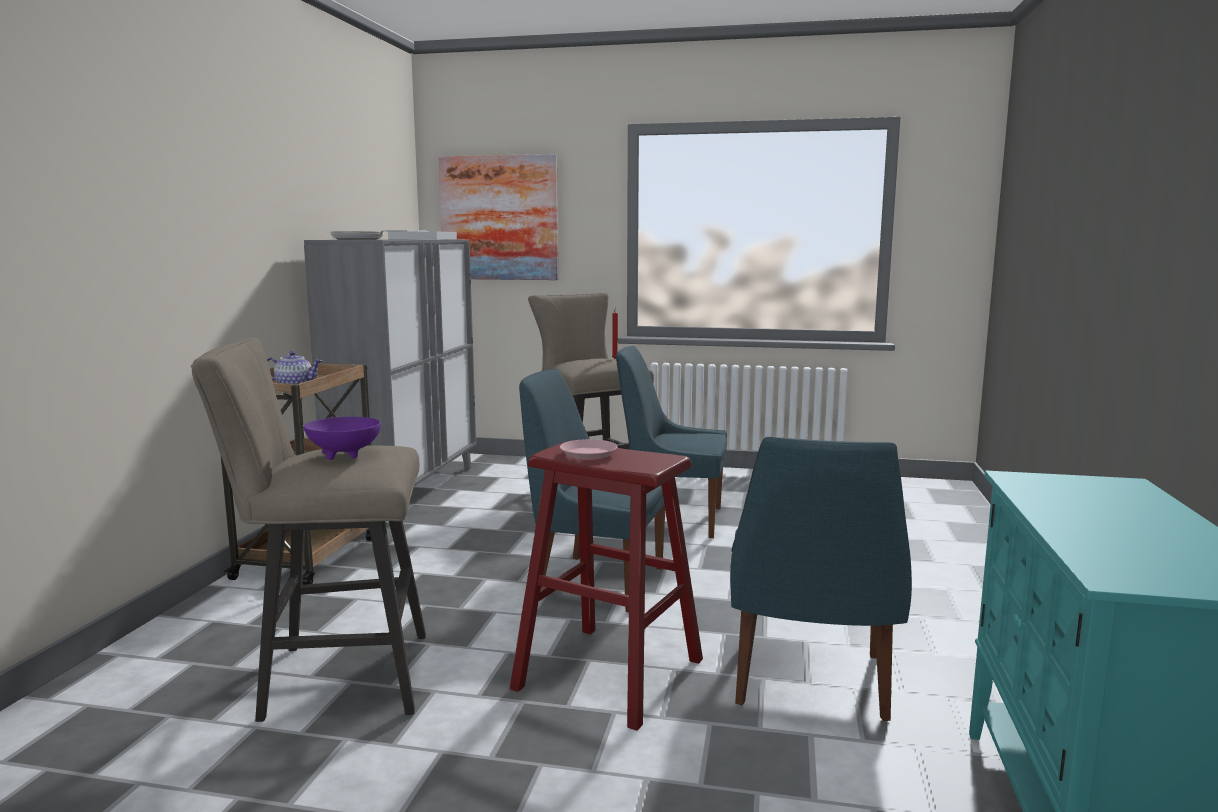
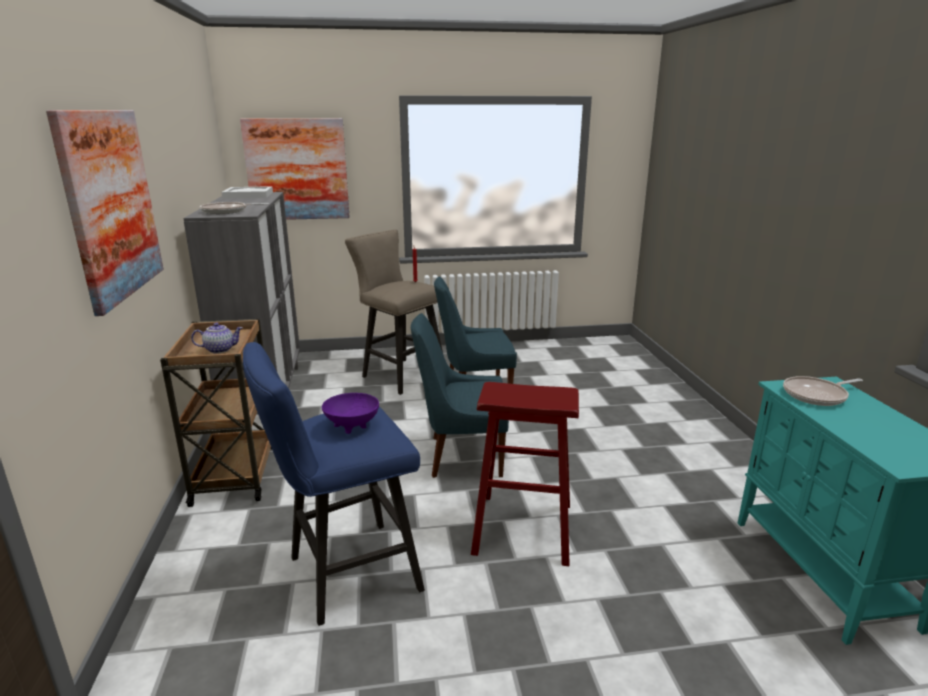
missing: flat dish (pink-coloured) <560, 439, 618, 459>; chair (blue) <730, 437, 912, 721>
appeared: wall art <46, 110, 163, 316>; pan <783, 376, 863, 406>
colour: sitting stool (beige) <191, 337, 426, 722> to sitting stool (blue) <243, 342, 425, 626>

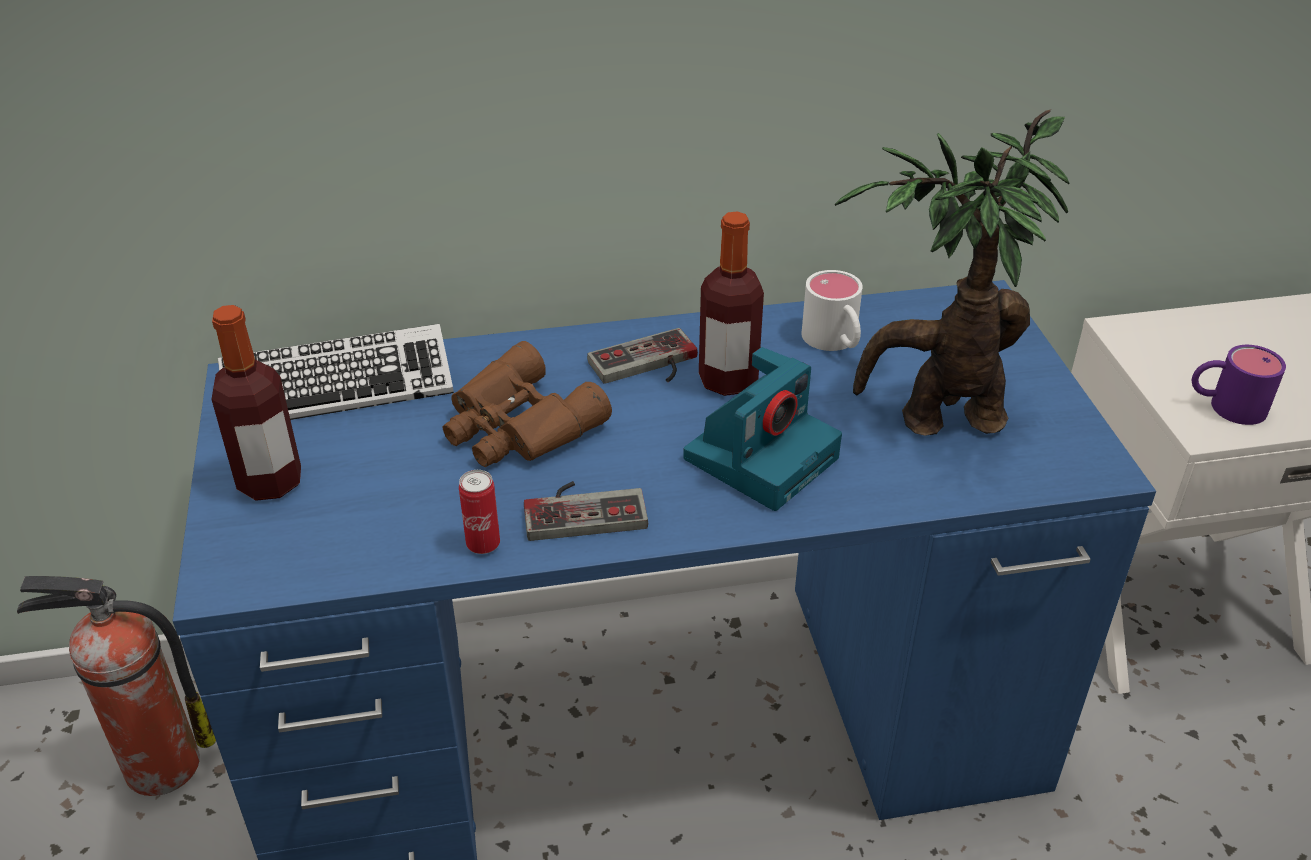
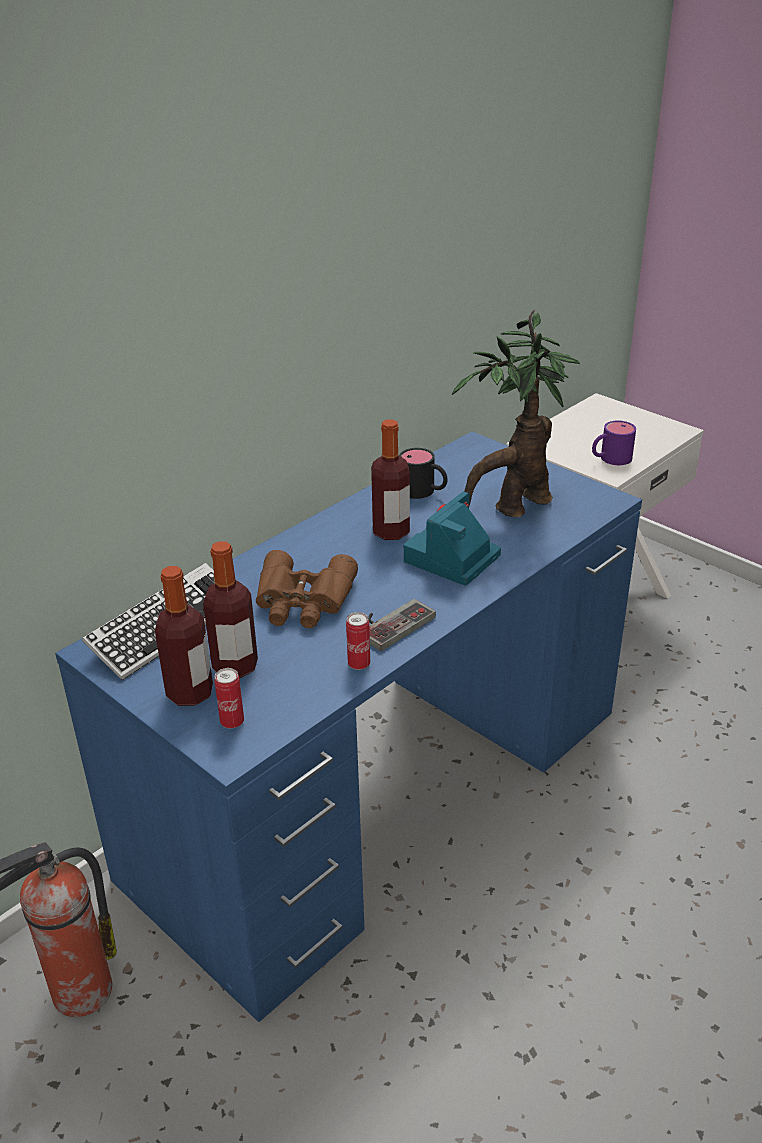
missing: game controller <587, 328, 698, 384>
appeared: beverage bottle <203, 541, 258, 679>; sealed can <214, 668, 244, 729>
colour: coffee mug (white-coloured) <802, 270, 863, 351> to coffee mug (black-coloured) <399, 448, 448, 499>
spun: still camera <683, 347, 842, 511> = <404, 491, 501, 586> 150 degrees counterclockwise

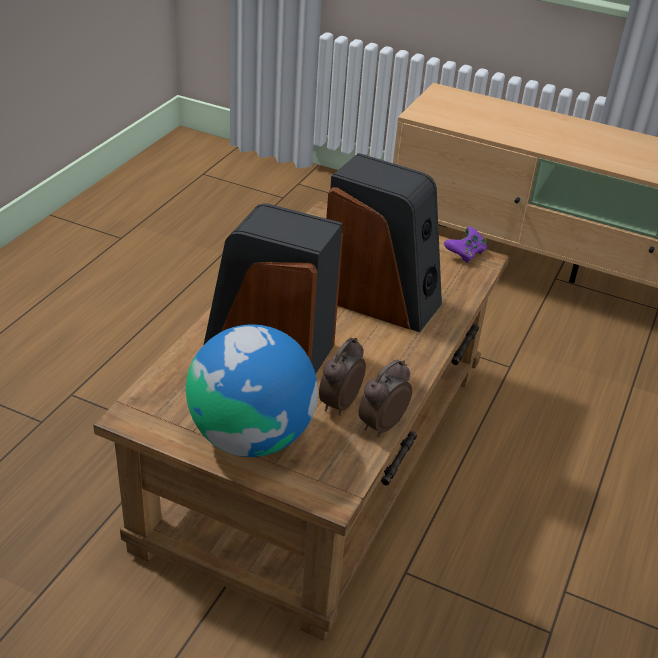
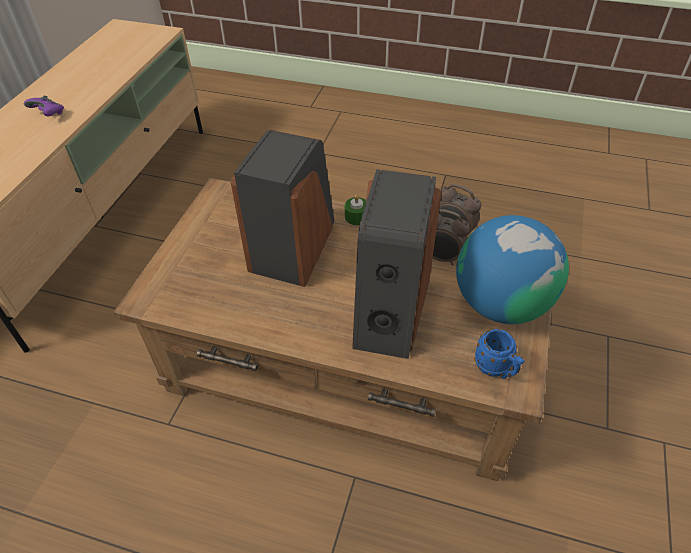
appeared: candle (greenish) <345, 195, 366, 225>; coffee mug (blue) <474, 329, 524, 379>
relocated: game controller (purple-coloured) <444, 227, 487, 263> to <24, 96, 64, 116>

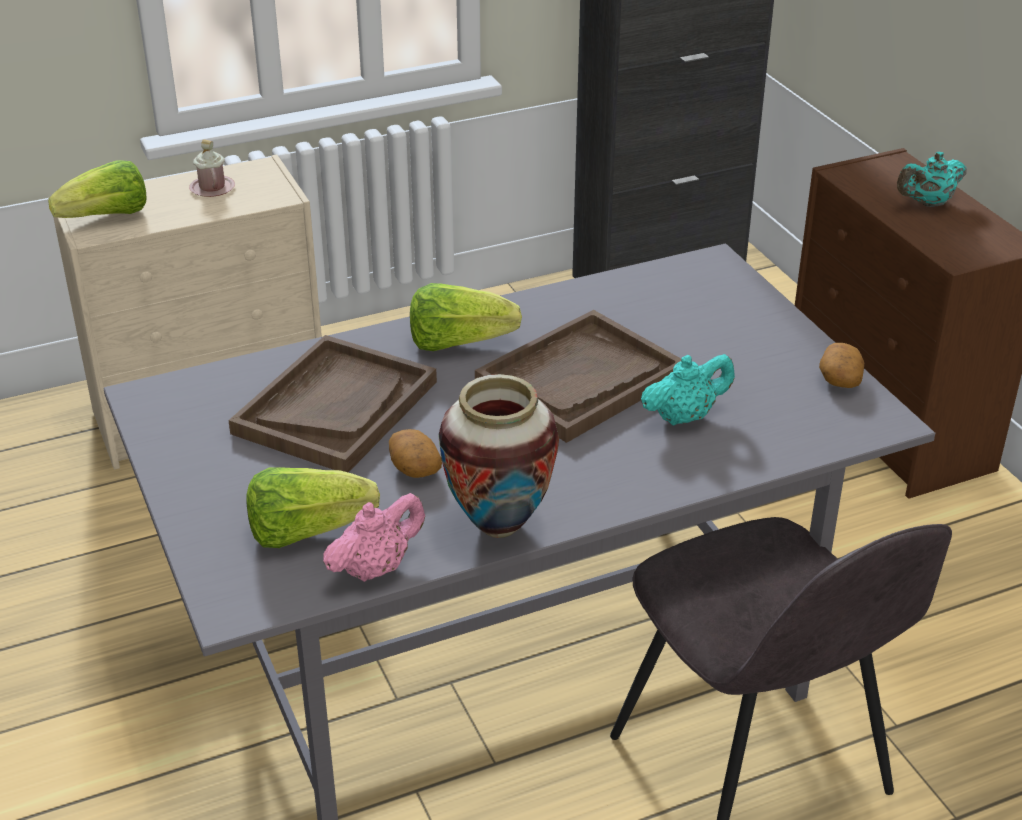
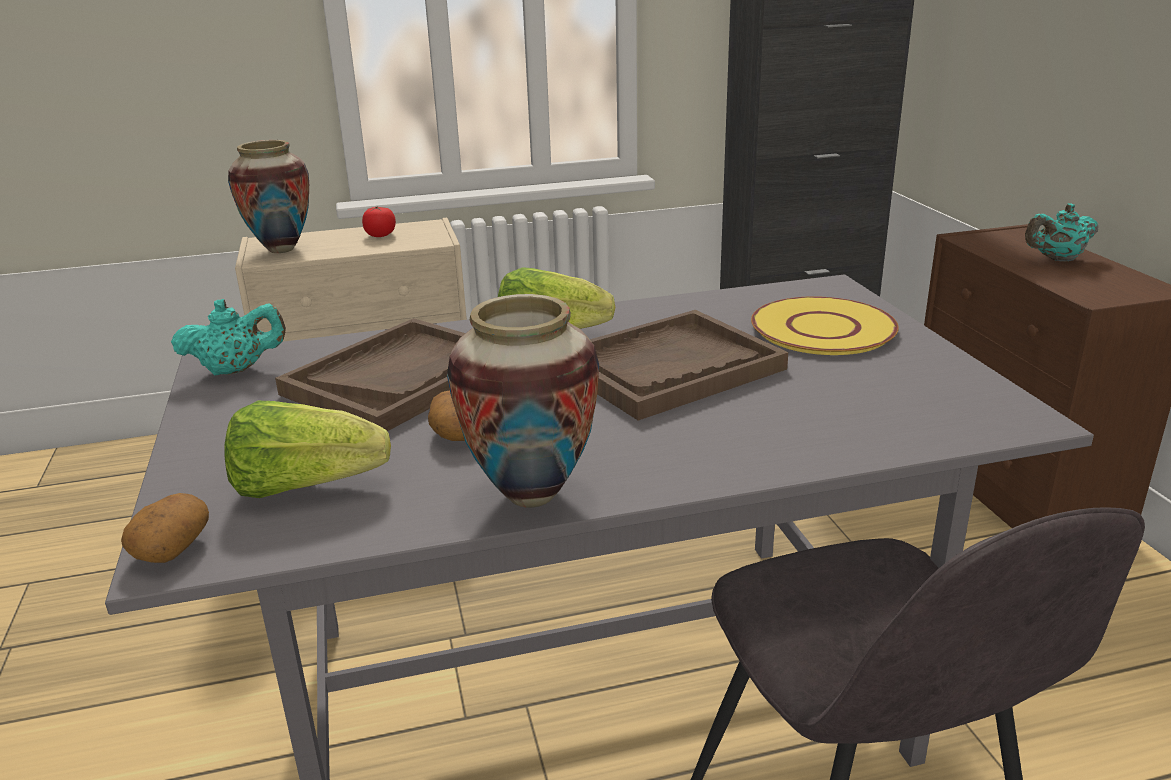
missing: teapot (pink-coloured) <323, 493, 425, 582>
appeared: flat dish (yellowish) <751, 296, 899, 355>
relocated: teapot (blue-green) <641, 354, 735, 426> to <171, 299, 286, 376>; potato <819, 343, 864, 388> to <121, 493, 209, 563>
exchanged: head of lettuce <48, 160, 147, 218> to vase <228, 140, 309, 253>; coffee mug (pink-coloured) <189, 139, 235, 197> to fresh tomato <362, 206, 396, 237>

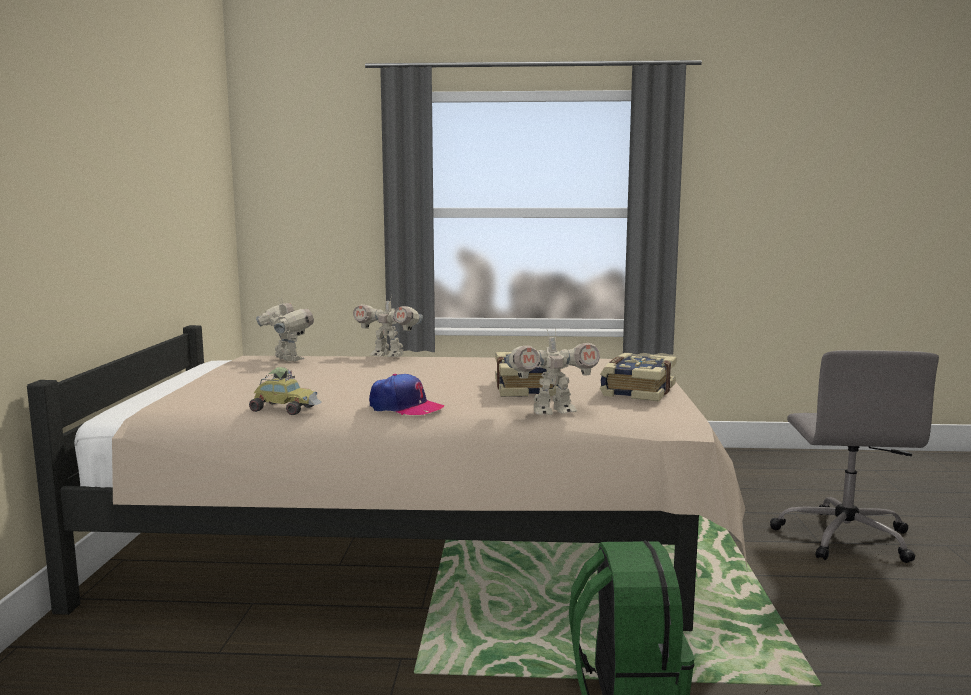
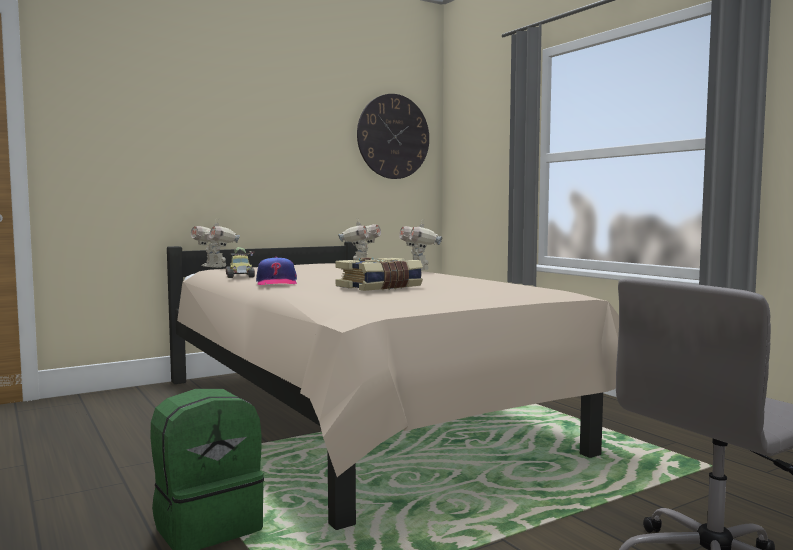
missing: bound book <600, 353, 677, 401>
appeared: wall clock <357, 94, 429, 179>
relocated: model robot <506, 329, 600, 415> to <191, 220, 240, 268>

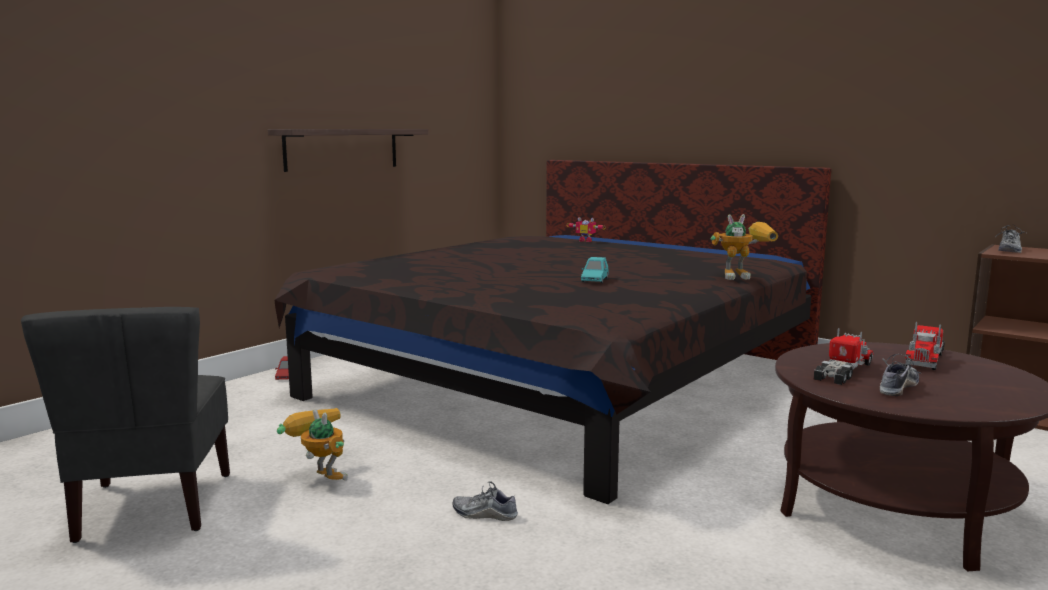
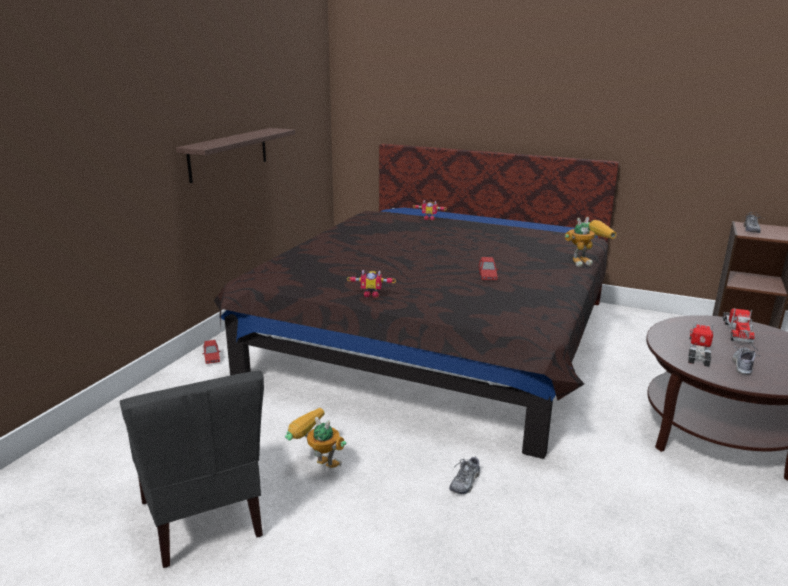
appeared: model robot <347, 270, 396, 298>
colour: miniature car (blue-green) <581, 257, 608, 283> to miniature car (red-coloured) <478, 257, 498, 280>
spun: item of footwear <453, 481, 518, 521> = <449, 457, 480, 494> 60 degrees counterclockwise

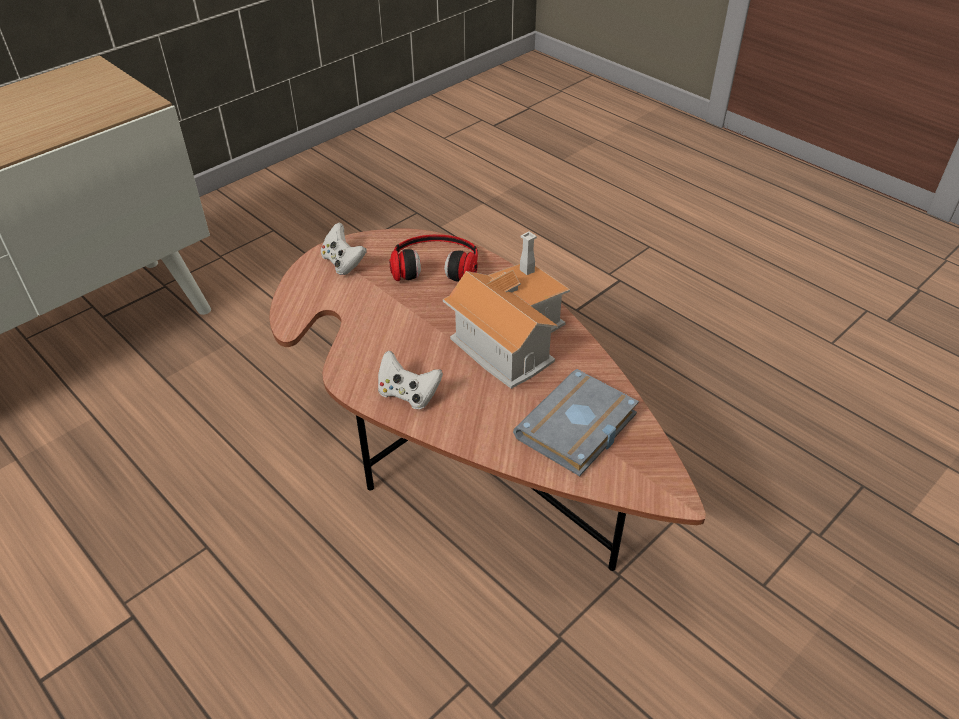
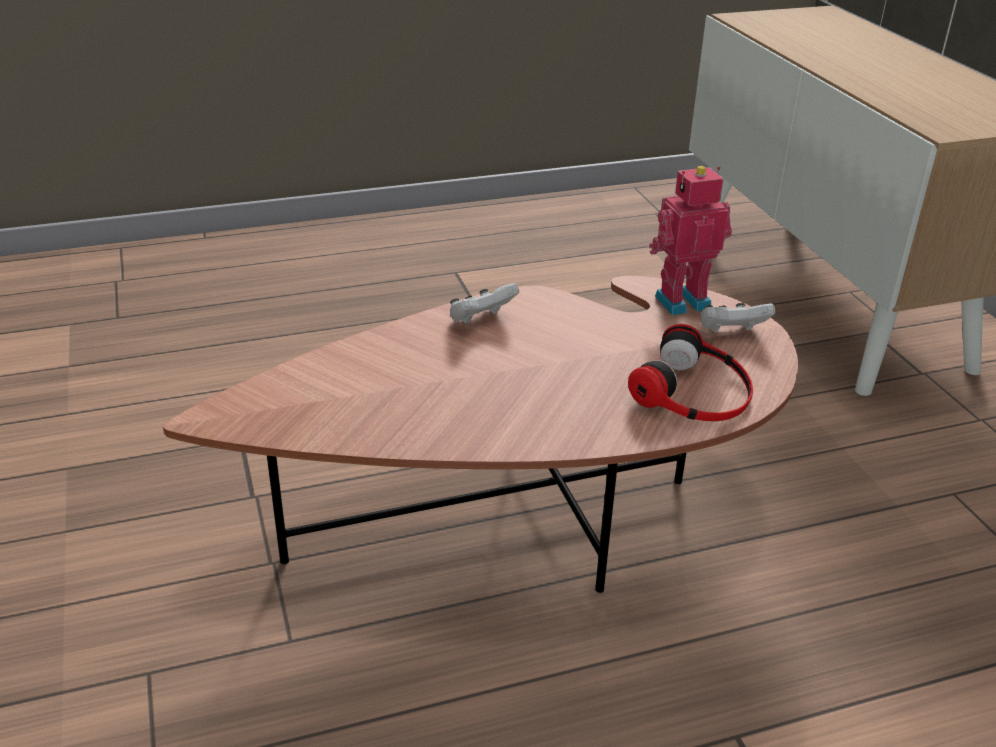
missing: toy house <443, 231, 570, 389>; bound book (grey) <513, 369, 639, 477>
appeared: model robot <649, 166, 732, 315>

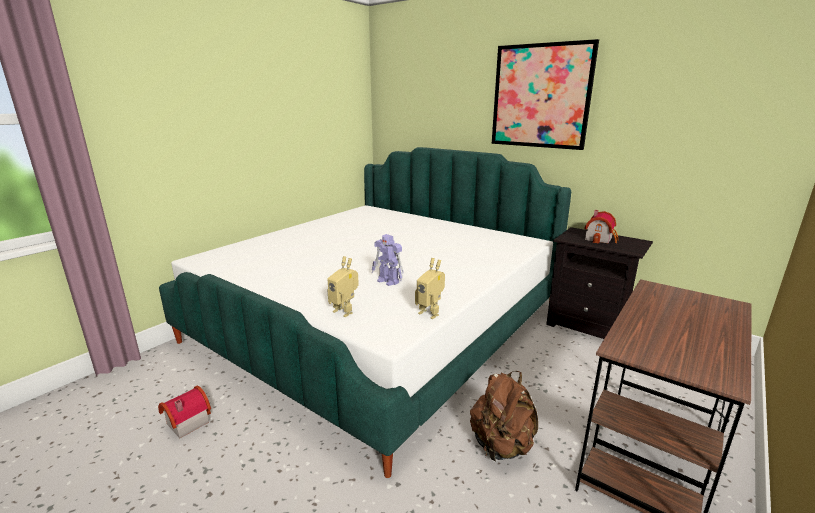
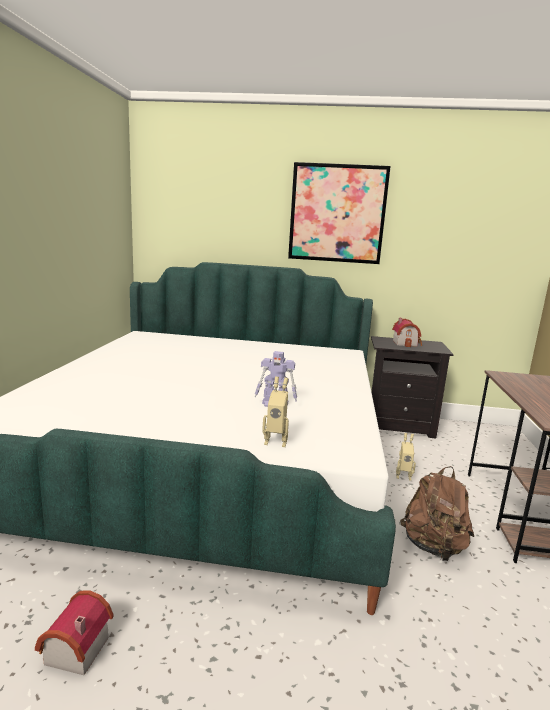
relocated: model robot <415, 258, 445, 319> to <396, 433, 416, 481>

